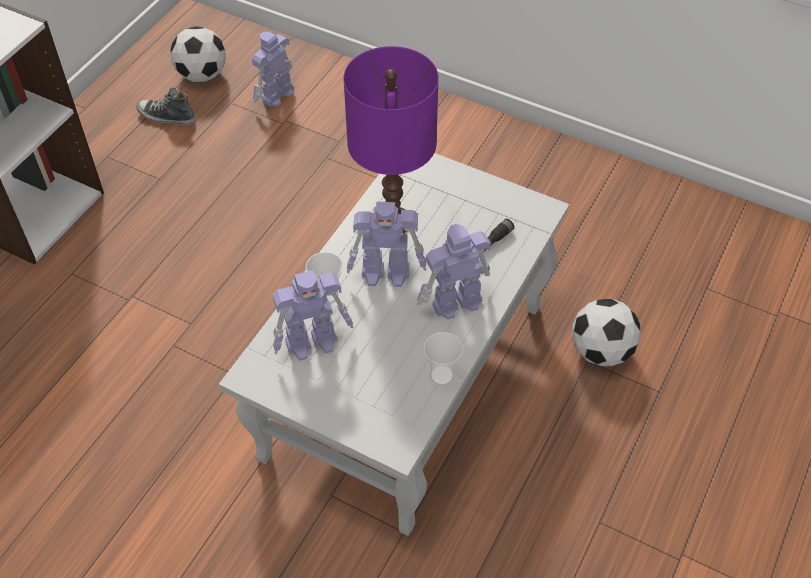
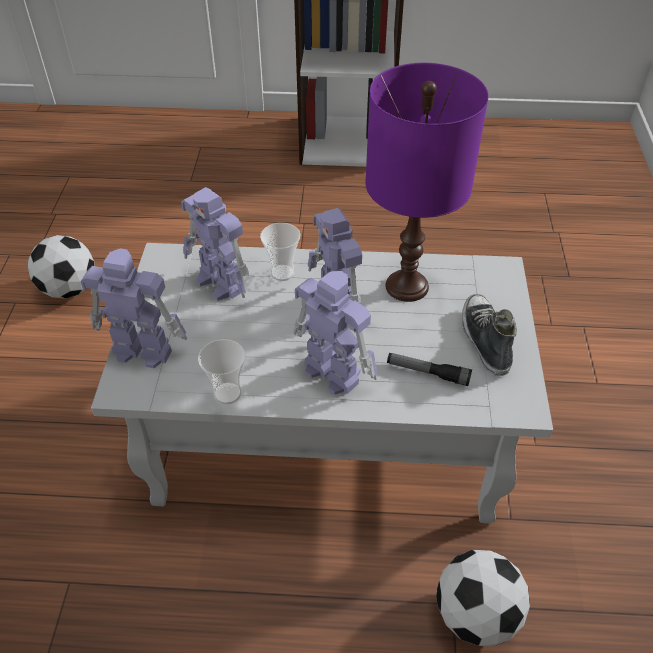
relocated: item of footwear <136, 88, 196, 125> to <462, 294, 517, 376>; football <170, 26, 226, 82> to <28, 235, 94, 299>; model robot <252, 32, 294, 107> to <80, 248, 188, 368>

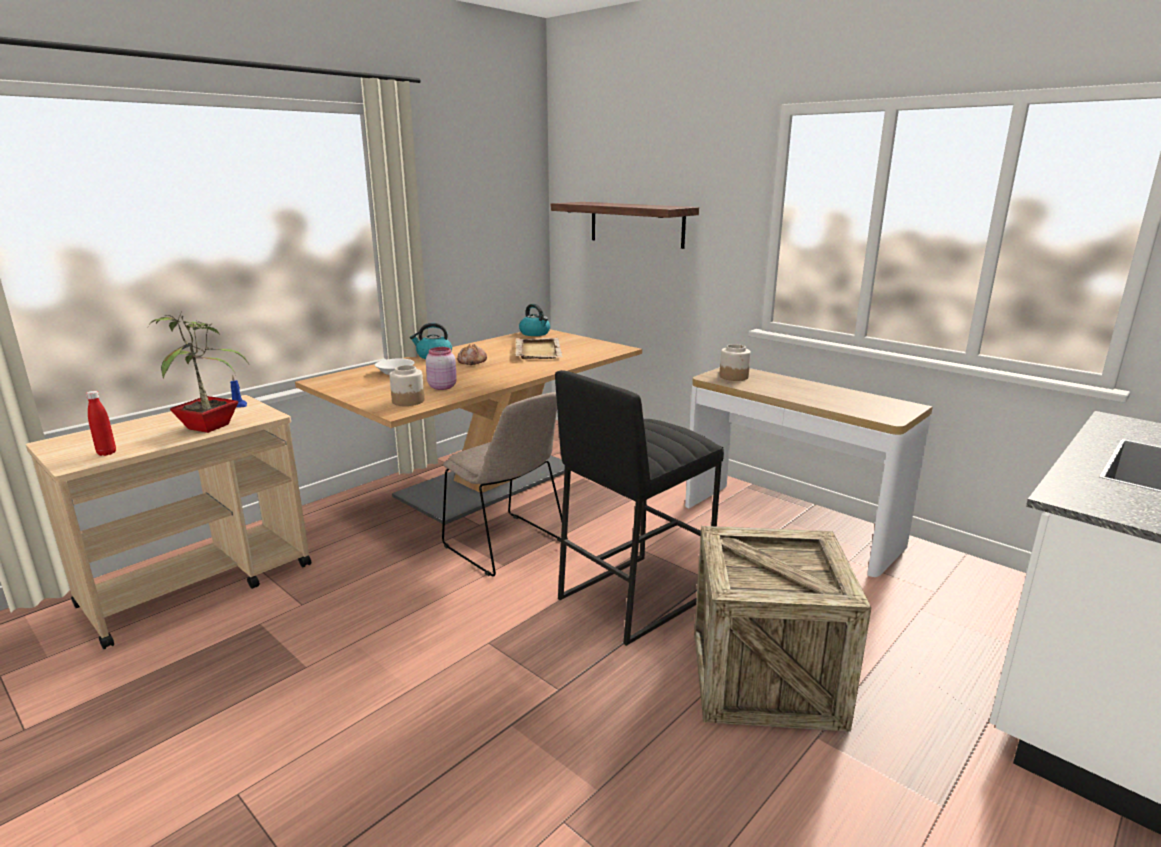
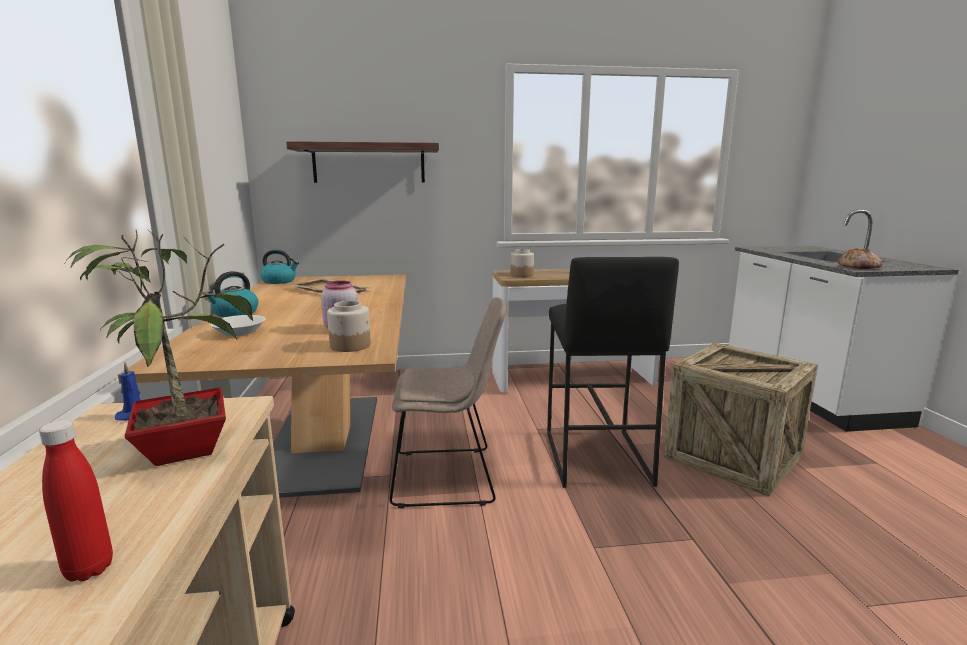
relocated: baked bread <457, 344, 487, 365> to <838, 248, 882, 269>

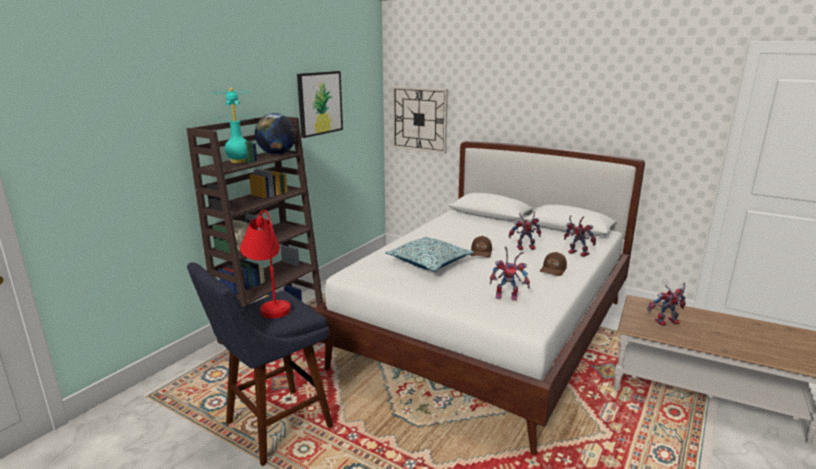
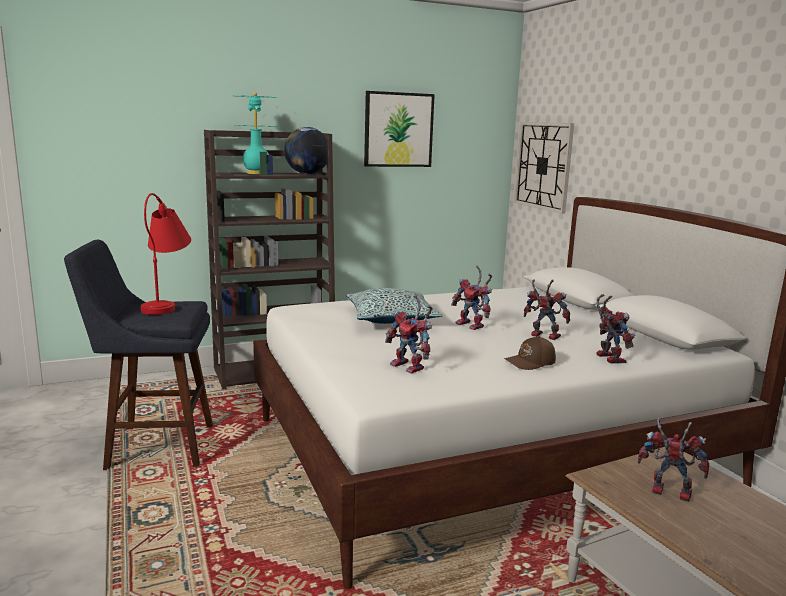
exchanged: peaked cap (brown) <470, 236, 492, 258> to model robot <451, 265, 492, 330>

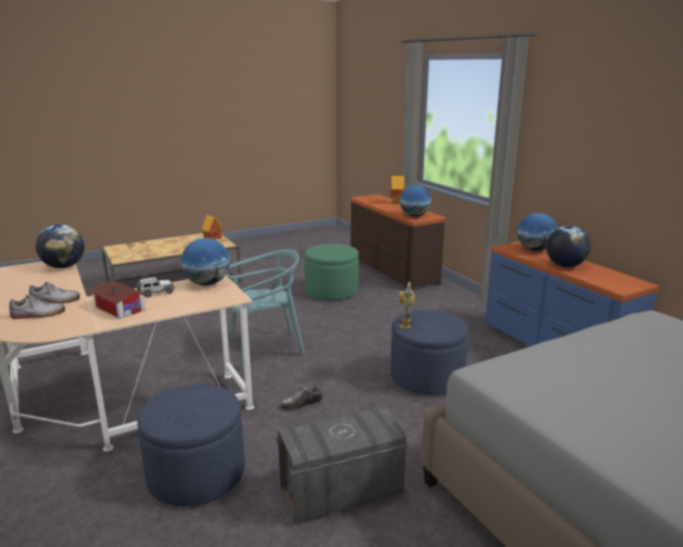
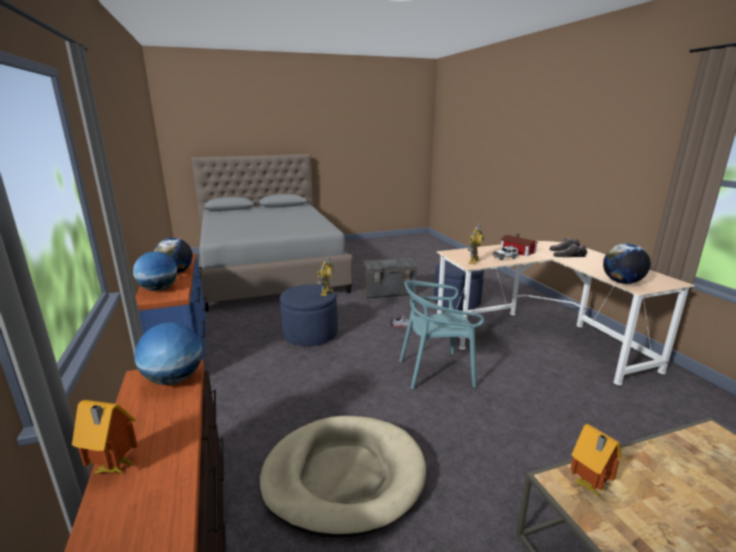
exchanged: globe <181, 238, 230, 286> to model robot <468, 223, 484, 265>; footrest (greenish) <304, 244, 359, 300> to dog bed (beige) <259, 416, 426, 537>

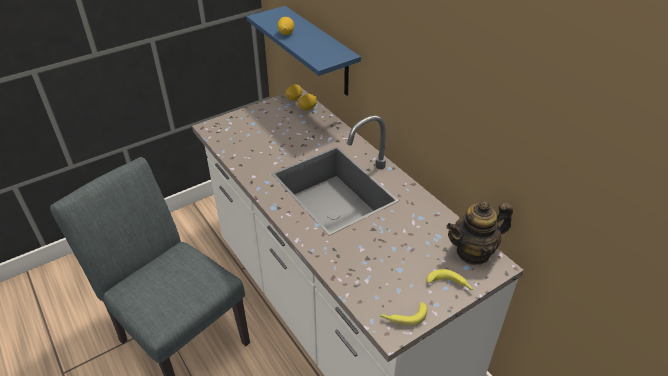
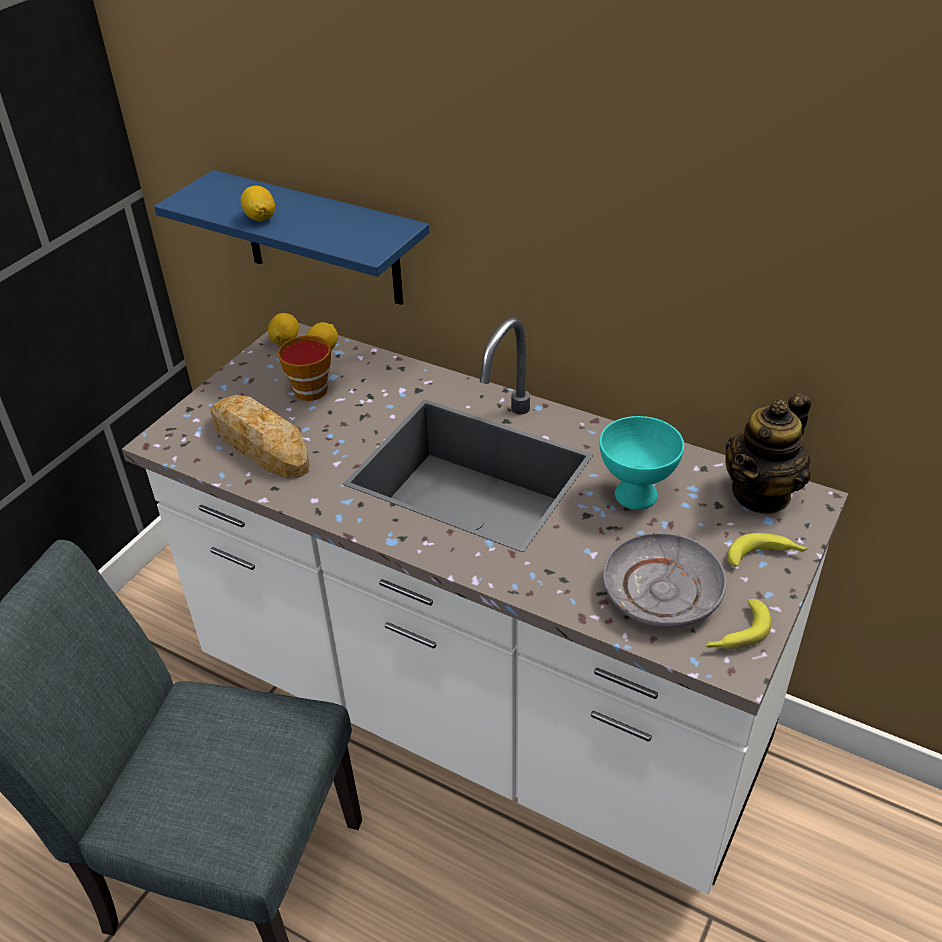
appeared: baked bread <210, 395, 309, 479>; cup <277, 335, 331, 401>; deep dish (blue-green) <599, 416, 684, 510>; flat dish (grey) <603, 532, 727, 628>

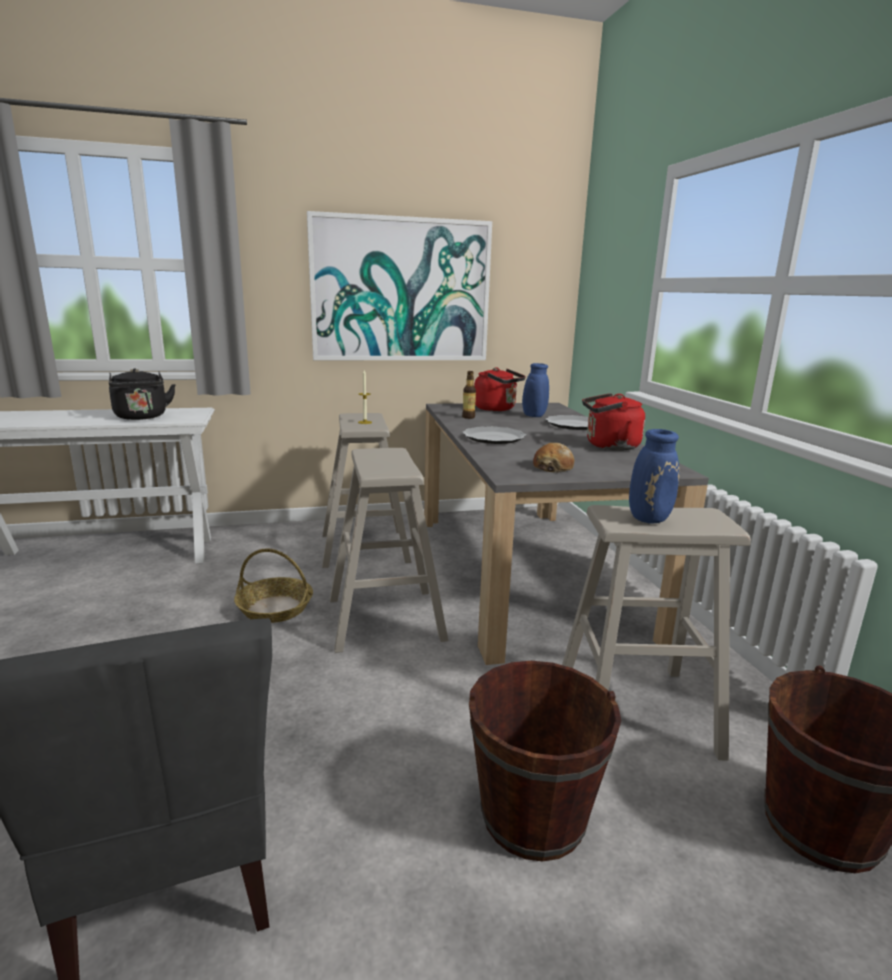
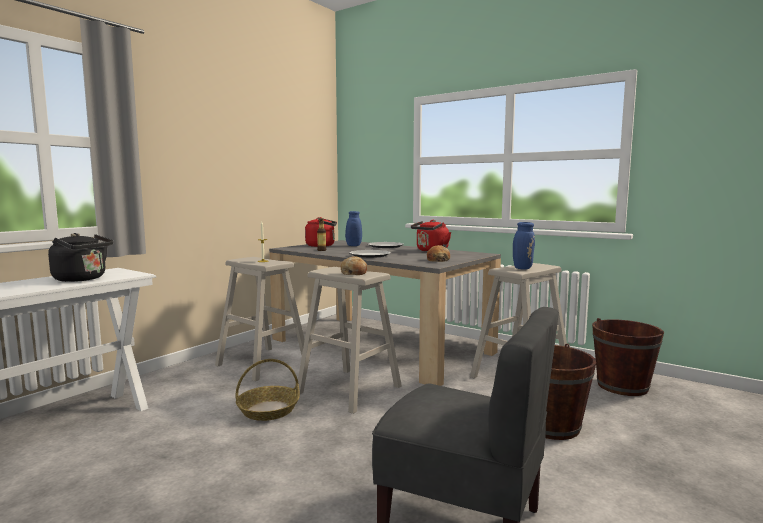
missing: wall art <307, 211, 492, 360>
appeared: baked bread <341, 256, 367, 275>

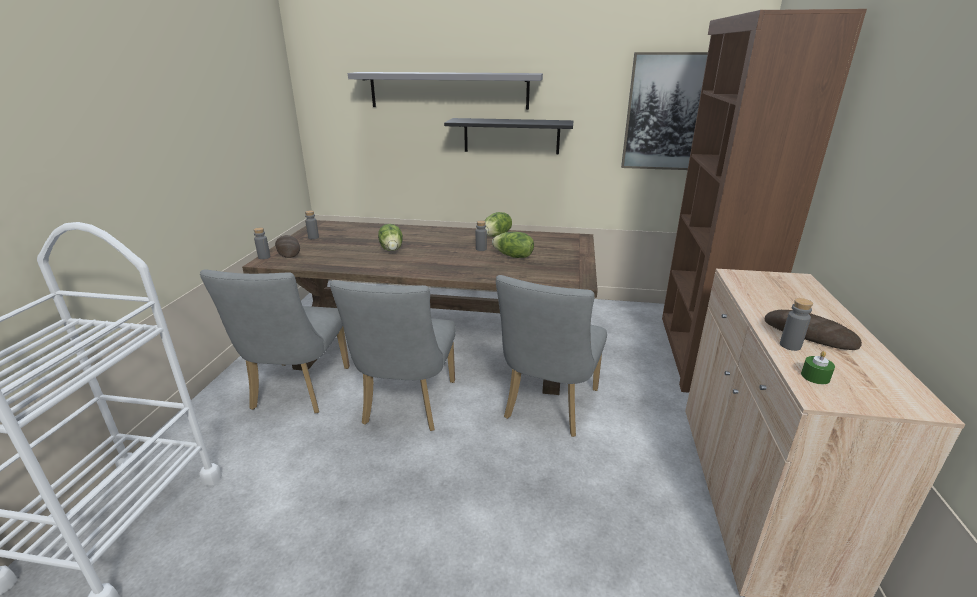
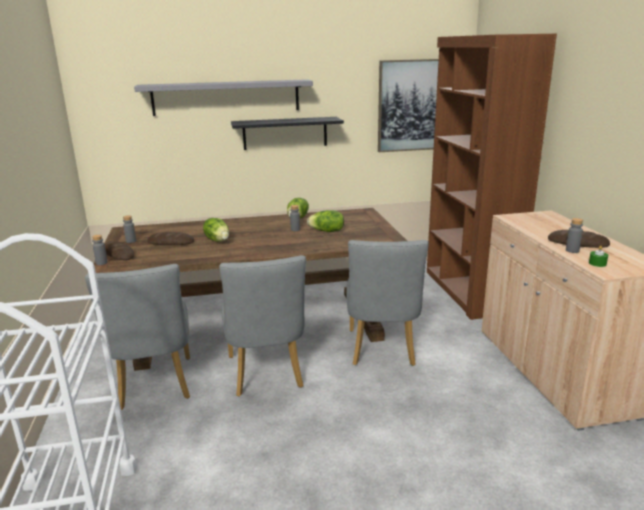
appeared: baked bread <147, 232, 194, 245>

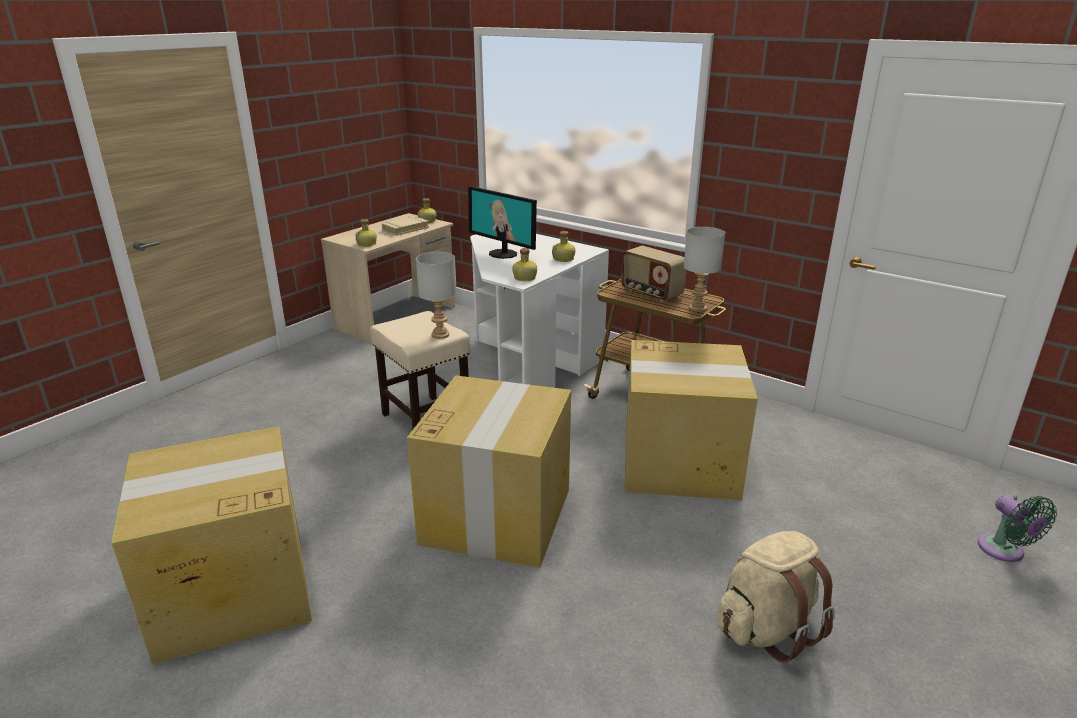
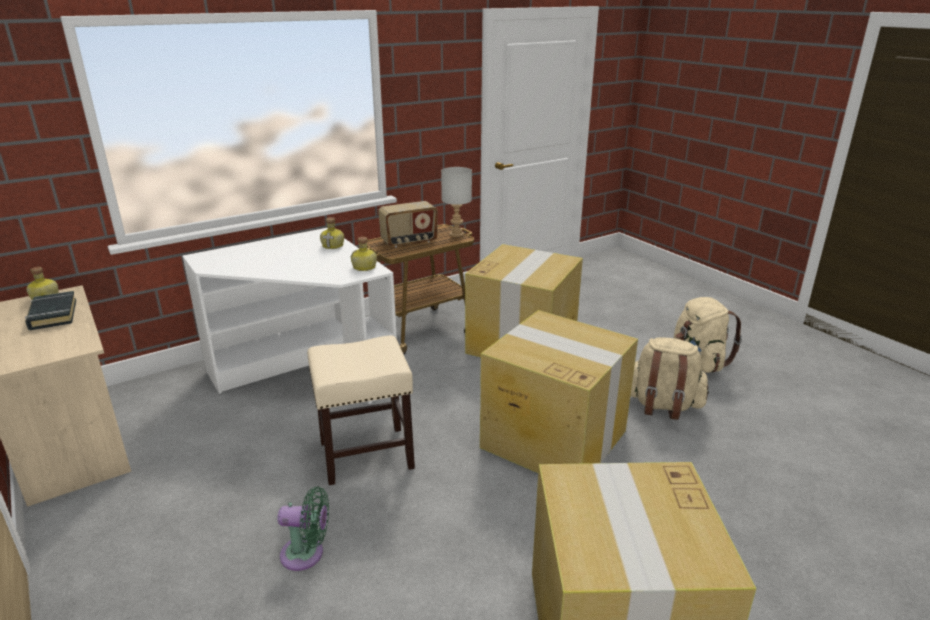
missing: beverage bottle <356, 219, 377, 247>; table lamp (grey) <416, 252, 457, 339>; computer screen <468, 186, 537, 259>
appeared: knapsack (beige) <631, 337, 709, 420>
relocated: fan (greenish) <978, 495, 1057, 562> to <277, 487, 329, 571>
colour: bound book (beige) <382, 216, 429, 236> to bound book (black-coloured) <25, 291, 76, 330>

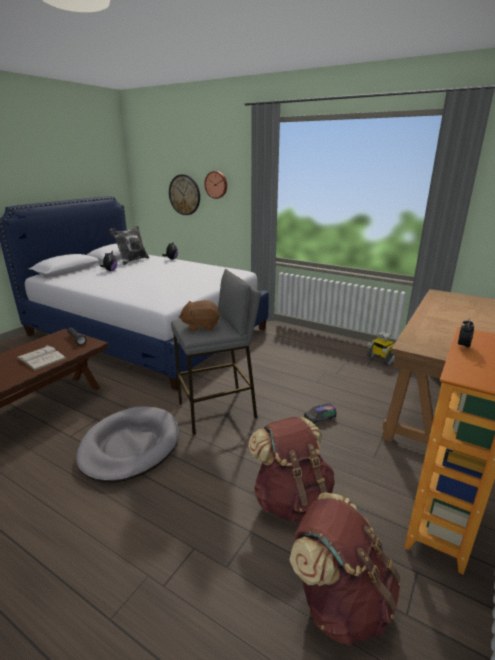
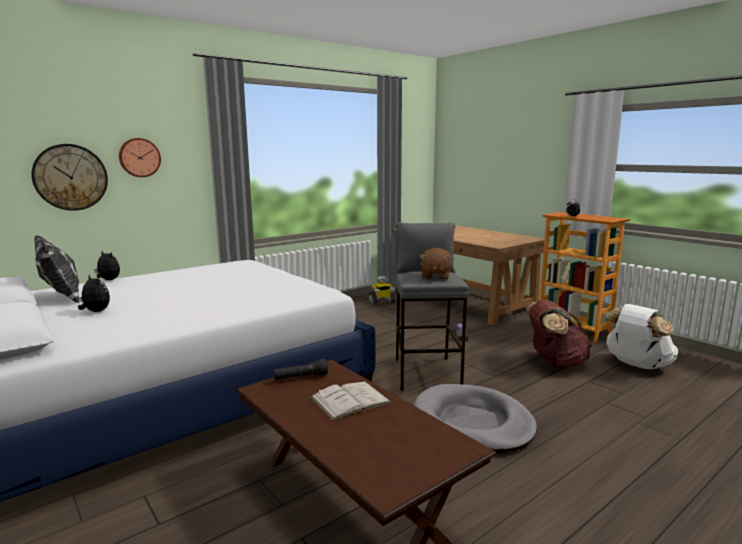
colour: knapsack (brown) <290, 492, 401, 646> to knapsack (white-coloured) <604, 304, 678, 369>

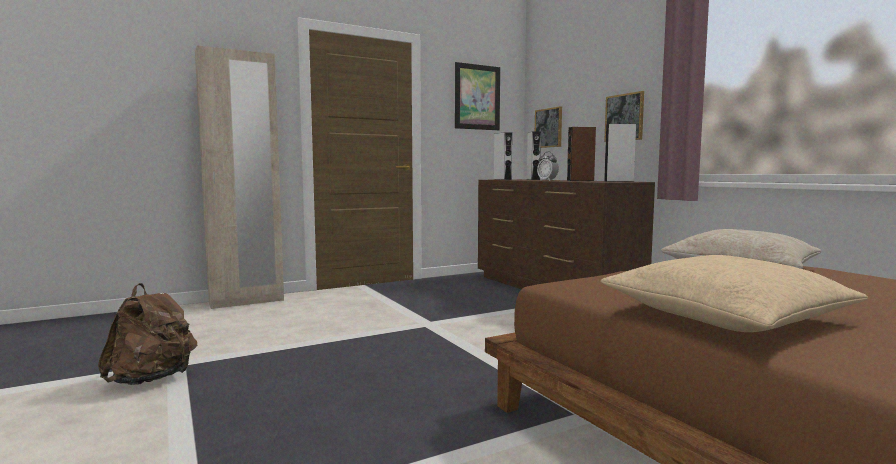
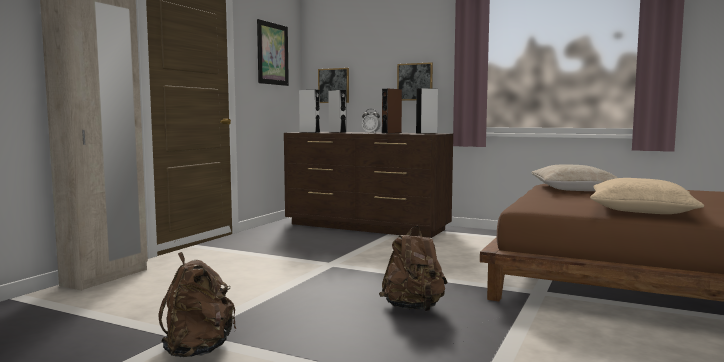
appeared: knapsack (brown) <379, 226, 447, 311>

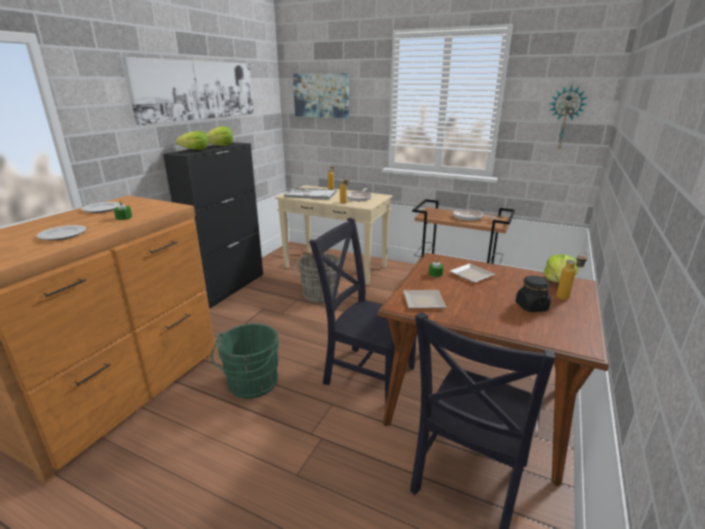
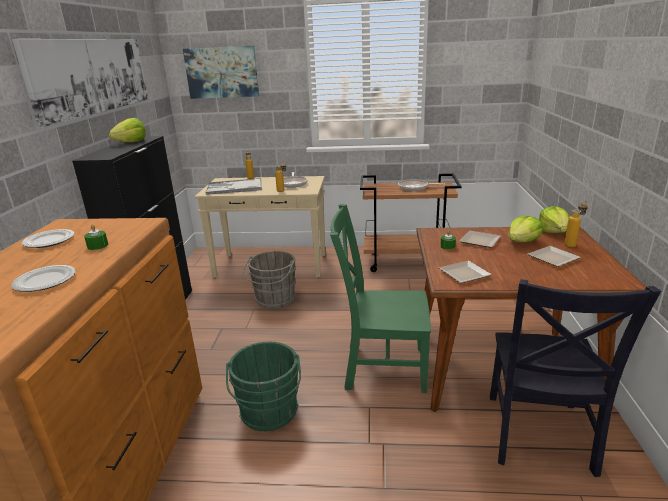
missing: wall clock <549, 86, 588, 149>
relocated: head of lettuce <175, 131, 208, 150> to <508, 216, 543, 242>
exchanged: storage jar (black-coloured) <516, 276, 551, 312> to flat dish <527, 246, 581, 267>
colour: chair (black-coloured) <309, 218, 417, 402> to chair (greenish) <330, 204, 431, 393>

